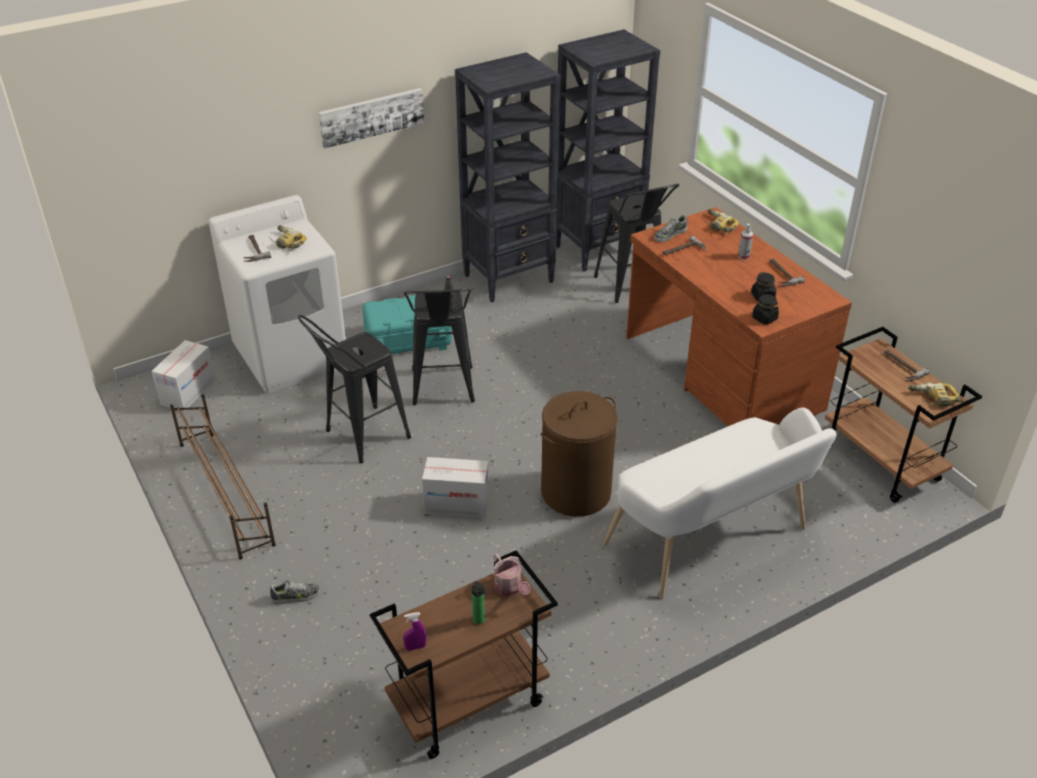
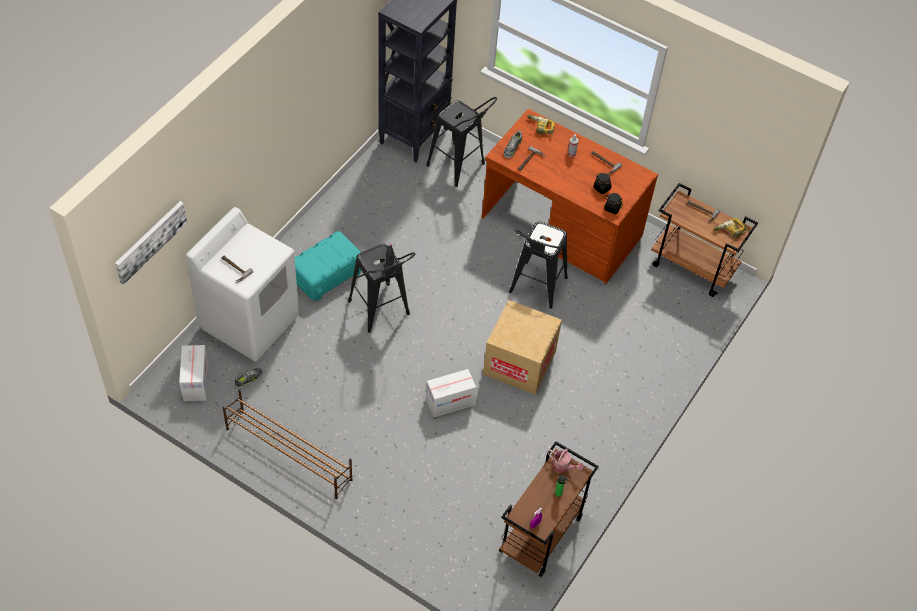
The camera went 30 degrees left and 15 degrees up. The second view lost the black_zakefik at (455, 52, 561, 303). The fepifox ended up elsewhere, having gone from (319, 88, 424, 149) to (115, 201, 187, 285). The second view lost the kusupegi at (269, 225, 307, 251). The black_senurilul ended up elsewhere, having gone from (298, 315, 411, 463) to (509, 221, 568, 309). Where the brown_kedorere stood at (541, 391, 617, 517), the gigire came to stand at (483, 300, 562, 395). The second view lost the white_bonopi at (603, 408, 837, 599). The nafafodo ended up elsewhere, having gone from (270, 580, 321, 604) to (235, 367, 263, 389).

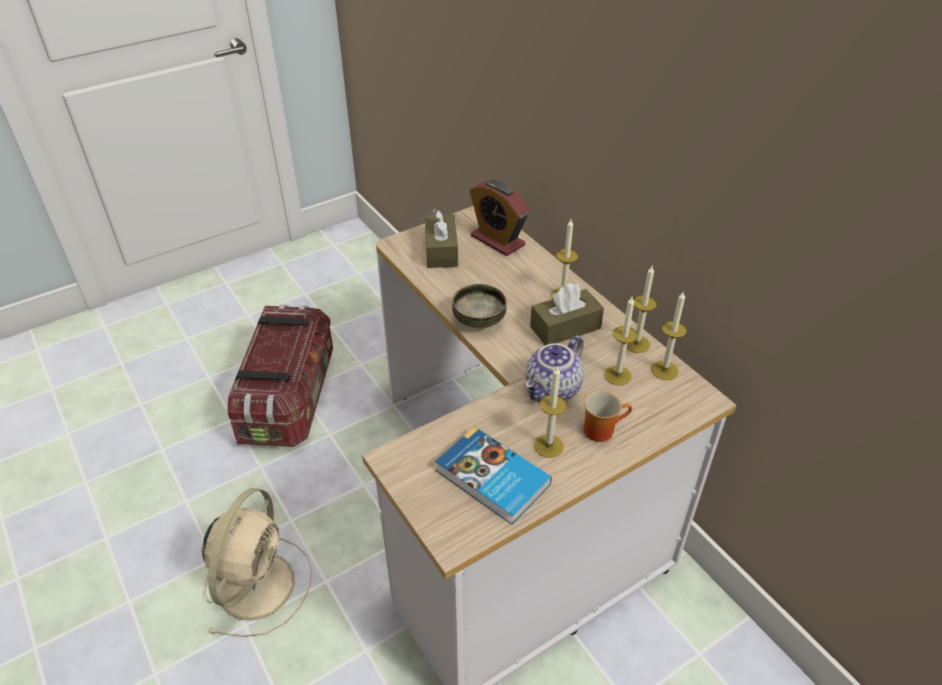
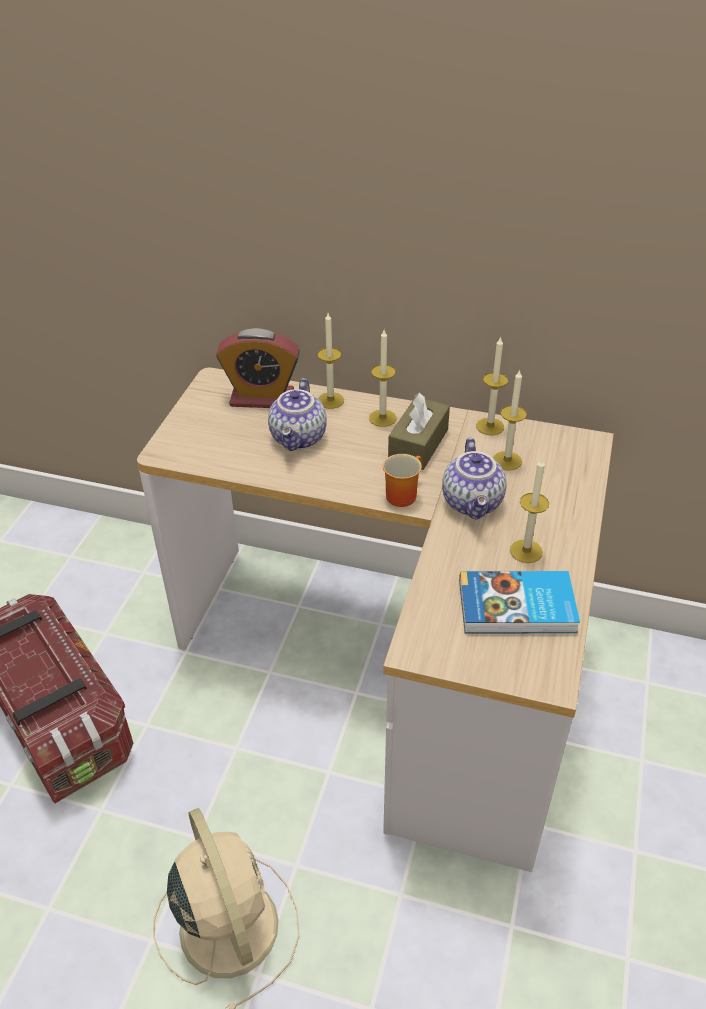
The camera went 40 degrees left and 0 degrees up. The second view lost the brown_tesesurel at (425, 209, 458, 268). The second view lost the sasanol at (452, 284, 507, 328). The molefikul ended up elsewhere, having gone from (651, 291, 687, 380) to (317, 313, 344, 409). The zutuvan ended up elsewhere, having gone from (584, 391, 632, 442) to (383, 454, 422, 507). The second view gained the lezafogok at (268, 378, 327, 451).

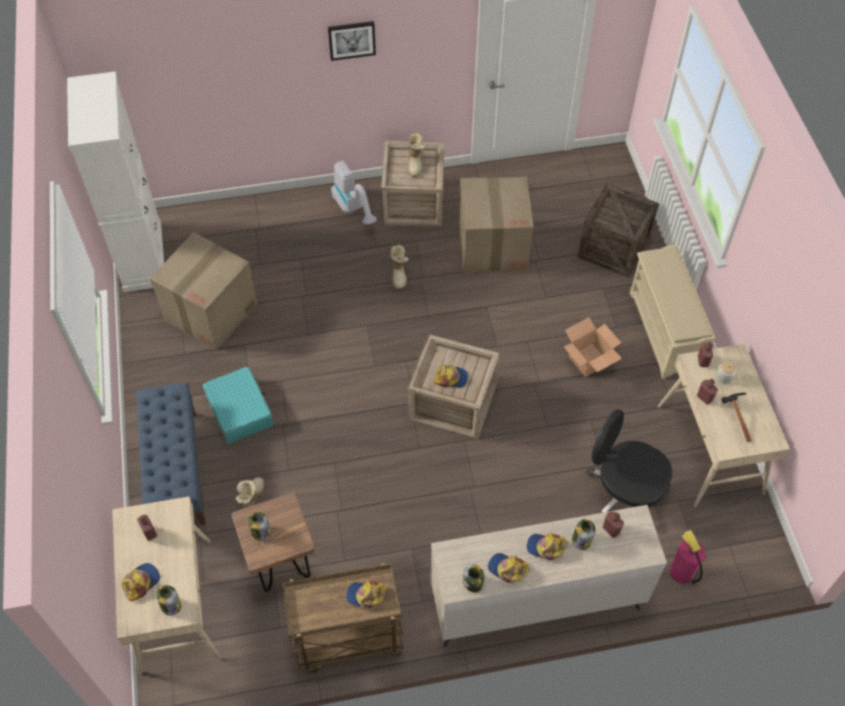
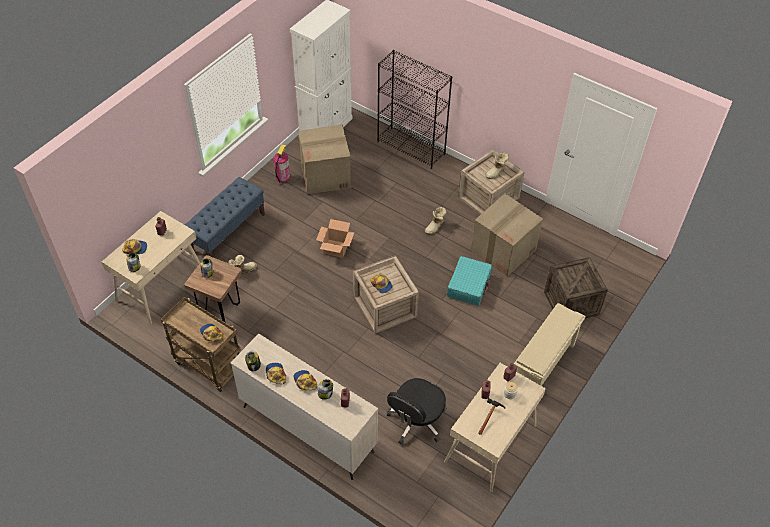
The camera went 45 degrees right and 5 degrees down. The second view lost the fepifox at (328, 21, 376, 61). The second view lost the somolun at (331, 161, 377, 224). The gigire ended up elsewhere, having gone from (564, 317, 622, 377) to (316, 219, 355, 258). The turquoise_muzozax ended up elsewhere, having gone from (203, 366, 274, 444) to (447, 256, 492, 306). The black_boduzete at (586, 409, 672, 514) ended up facing another way, 135 degrees counterclockwise from before. The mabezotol ended up elsewhere, having gone from (670, 530, 706, 585) to (273, 144, 290, 183). The second view gained the black_zakefik at (377, 50, 452, 169).

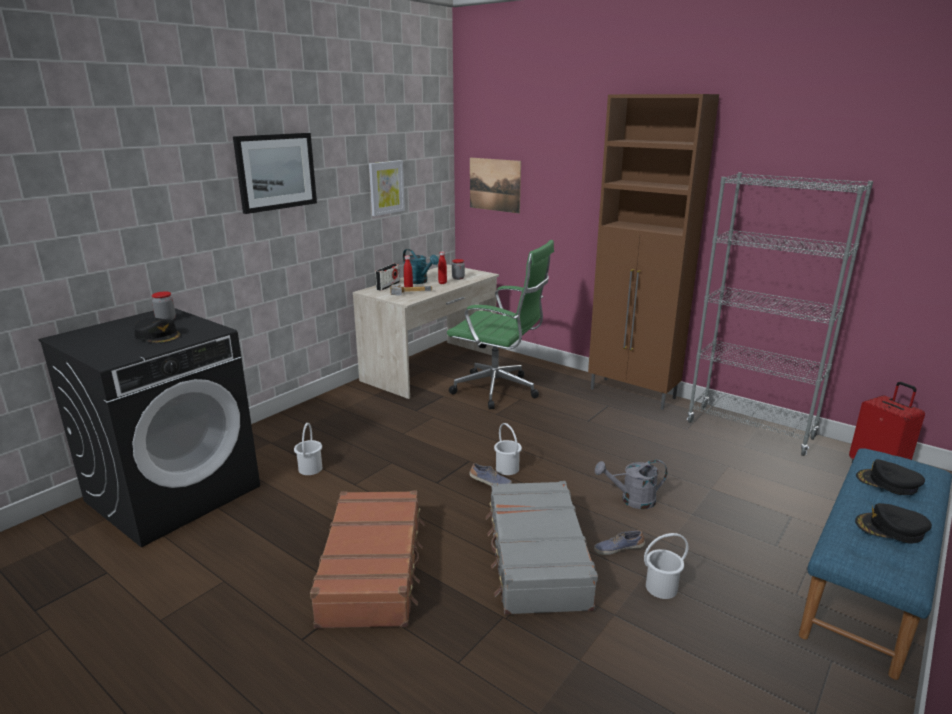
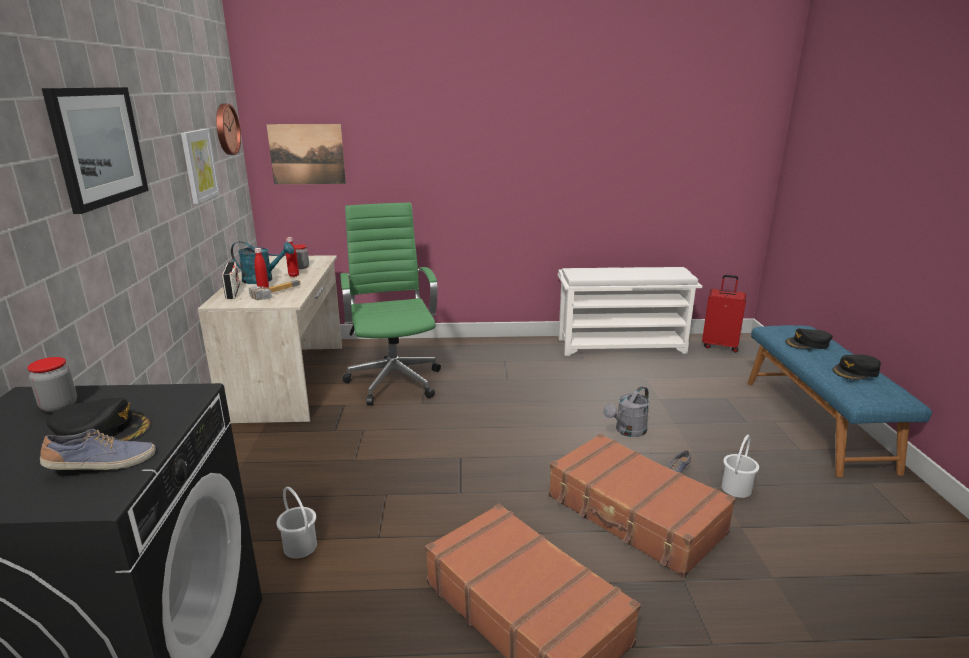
The camera went 40 degrees left and 0 degrees up. The second view lost the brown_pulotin at (588, 94, 719, 410). Where the grey_zakefik stood at (687, 172, 873, 456), the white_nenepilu came to stand at (558, 267, 702, 356). The green_boduzete at (447, 240, 554, 409) ended up facing another way, 90 degrees counterclockwise from before. The second view lost the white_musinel at (494, 423, 522, 475). The nafafodo ended up elsewhere, having gone from (469, 463, 512, 486) to (40, 429, 156, 470). What was the grey_muzozax at (486, 481, 598, 615) turned into the brown_muzozax at (549, 433, 736, 577). The second view gained the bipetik at (216, 104, 241, 155).

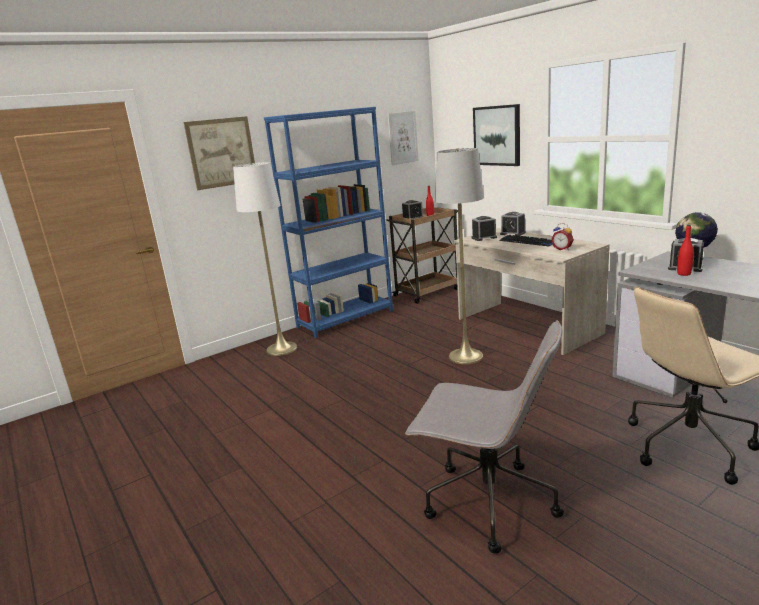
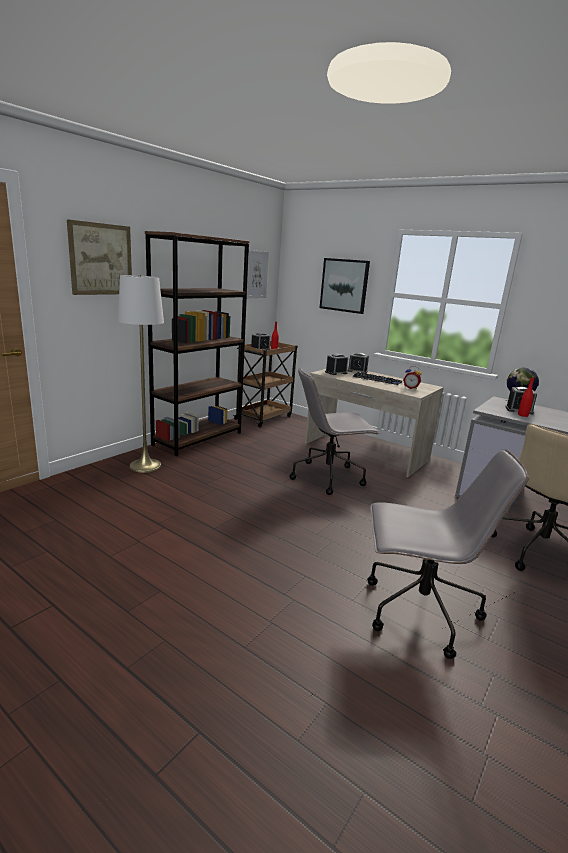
The camera went 20 degrees left and 0 degrees up. What was the blue_zakefik at (264, 107, 393, 338) turned into the brown_zakefik at (145, 231, 250, 456). Where the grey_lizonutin stood at (435, 148, 484, 364), the grey_boduzete came to stand at (290, 368, 380, 495).

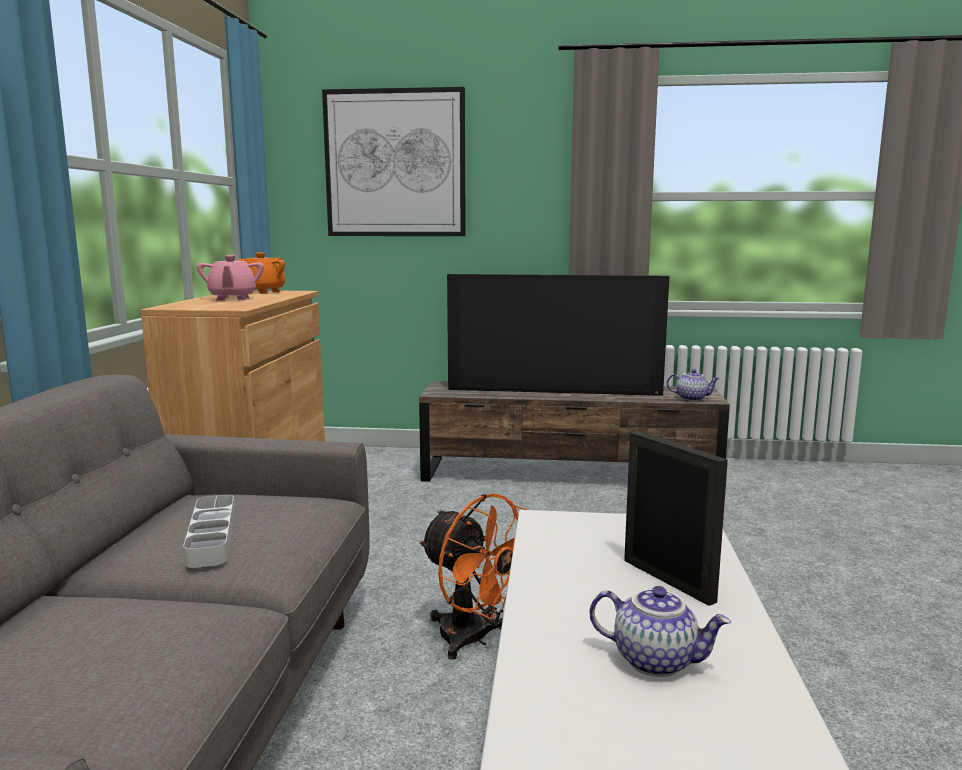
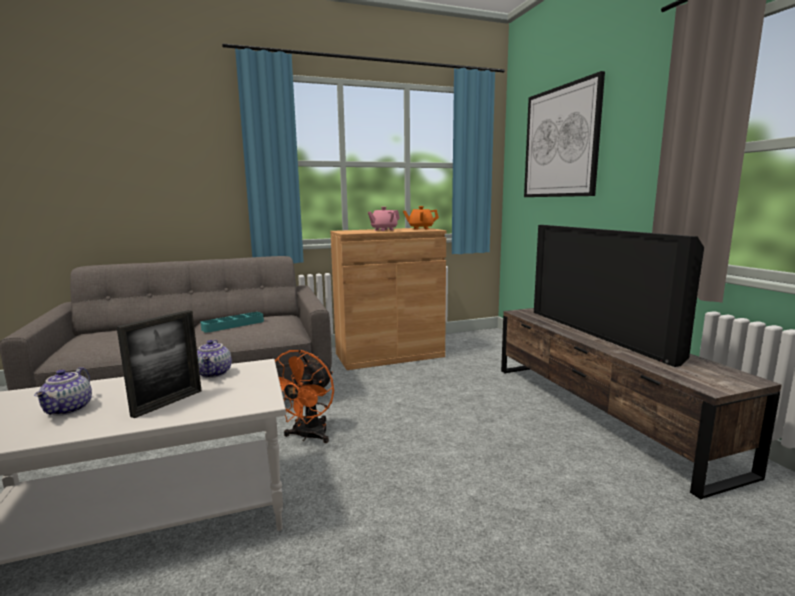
The camera went 65 degrees right and 0 degrees up. The lezafogok ended up elsewhere, having gone from (667, 369, 720, 401) to (197, 340, 232, 378). What was the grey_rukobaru at (183, 495, 235, 568) turned into the turquoise_rukobaru at (200, 312, 264, 332).

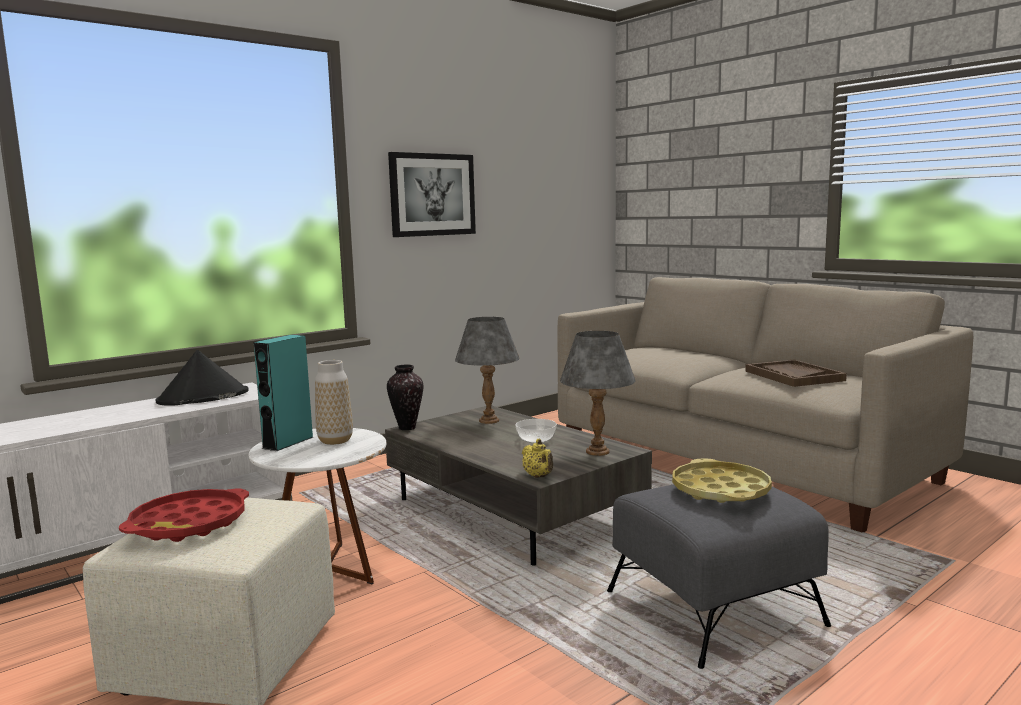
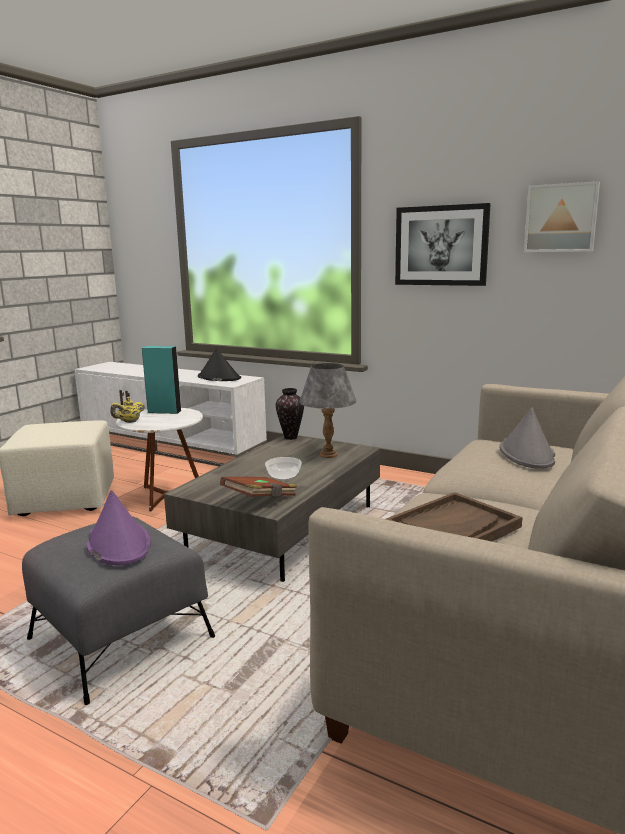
The camera went 70 degrees right and 5 degrees up. Where the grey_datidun stood at (560, 331, 636, 456), the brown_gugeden came to stand at (220, 477, 298, 497). The second view lost the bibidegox at (315, 360, 353, 445). The yellow_lezafogok ended up elsewhere, having gone from (522, 439, 553, 478) to (110, 397, 145, 423). Where the yellow_rukobaru stood at (672, 458, 772, 503), the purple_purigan came to stand at (86, 490, 151, 566). The second view lost the red_rukobaru at (119, 488, 249, 542). The second view gained the fepifox at (524, 181, 600, 252). The second view gained the grey_purigan at (499, 407, 555, 469).

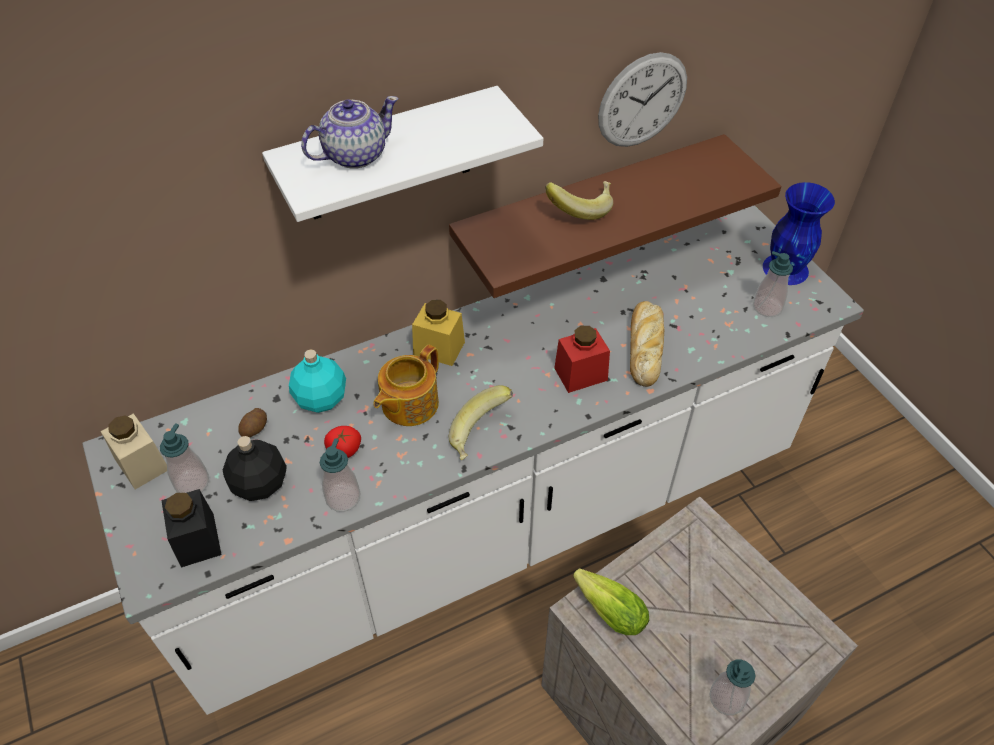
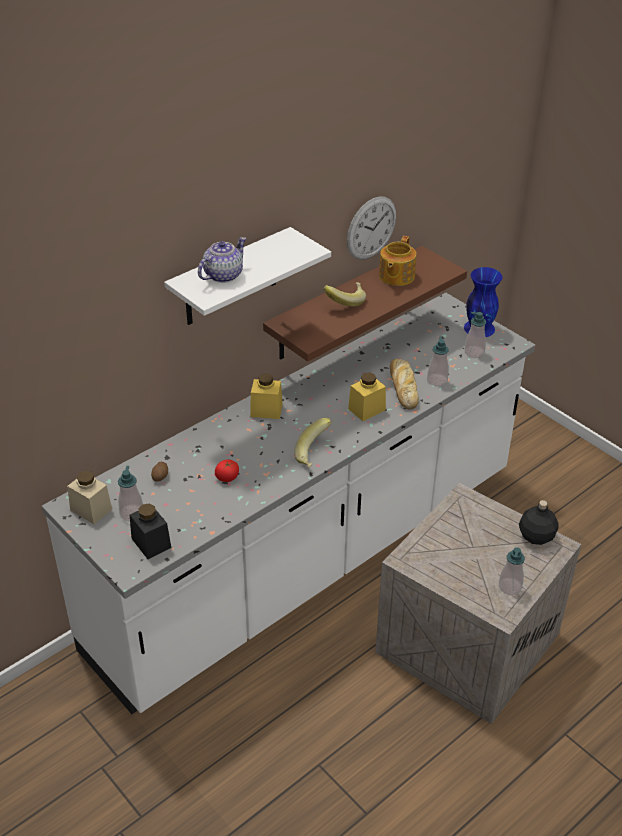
The camera went 15 degrees left and 10 degrees down. What was the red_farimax at (554, 326, 610, 393) turned into the yellow_farimax at (348, 372, 386, 421). The lezafogok ended up elsewhere, having gone from (373, 345, 439, 426) to (379, 236, 416, 286). The second view lost the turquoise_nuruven at (289, 349, 346, 413). The black_nuruven ended up elsewhere, having gone from (223, 436, 287, 501) to (519, 500, 559, 545). The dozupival ended up elsewhere, having gone from (320, 439, 361, 512) to (427, 336, 449, 387). The second view lost the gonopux at (573, 568, 649, 635).

